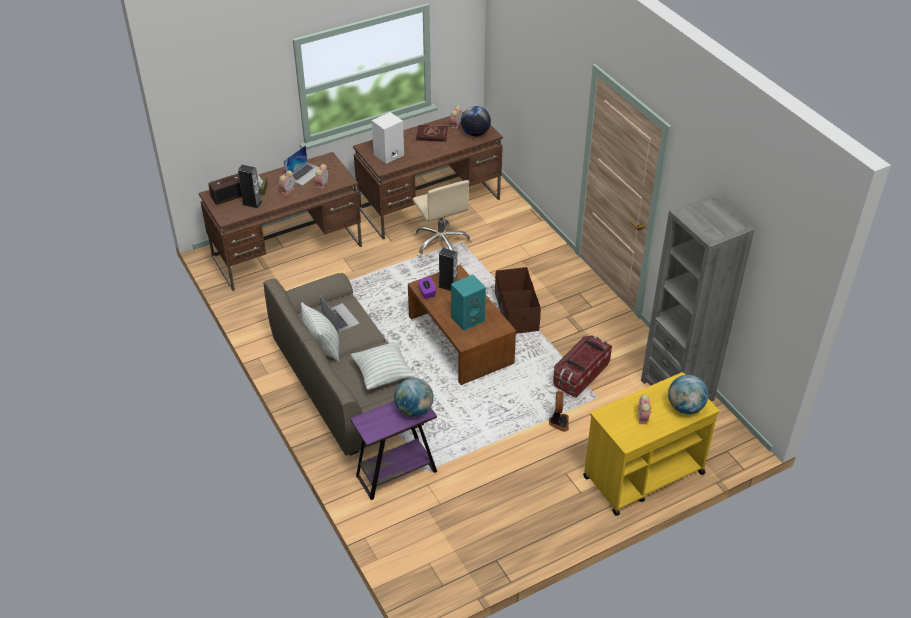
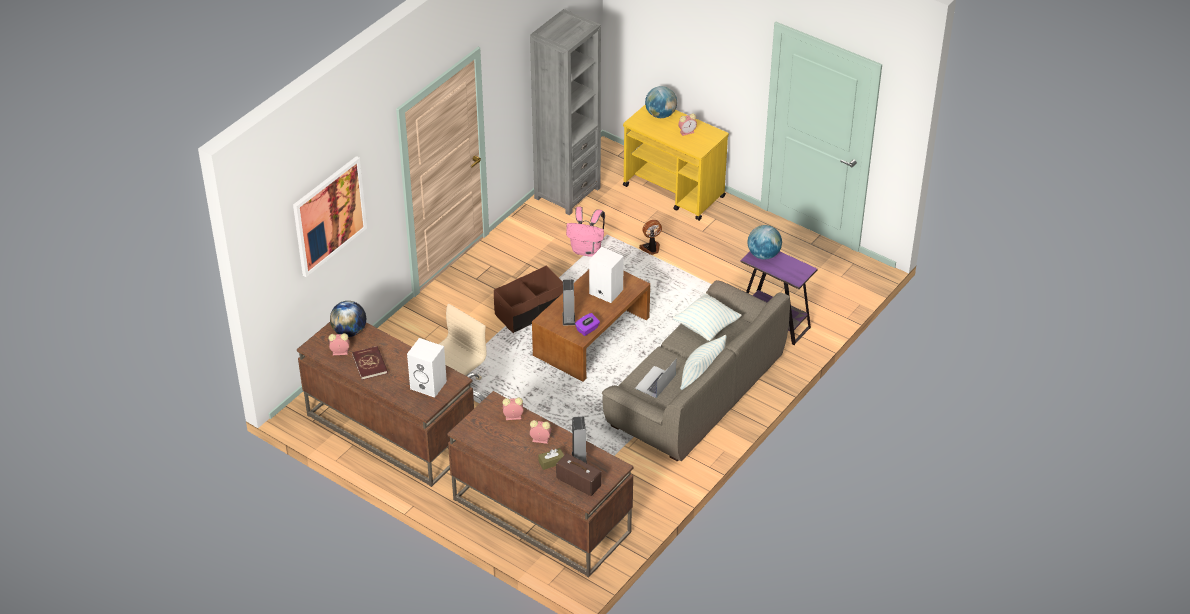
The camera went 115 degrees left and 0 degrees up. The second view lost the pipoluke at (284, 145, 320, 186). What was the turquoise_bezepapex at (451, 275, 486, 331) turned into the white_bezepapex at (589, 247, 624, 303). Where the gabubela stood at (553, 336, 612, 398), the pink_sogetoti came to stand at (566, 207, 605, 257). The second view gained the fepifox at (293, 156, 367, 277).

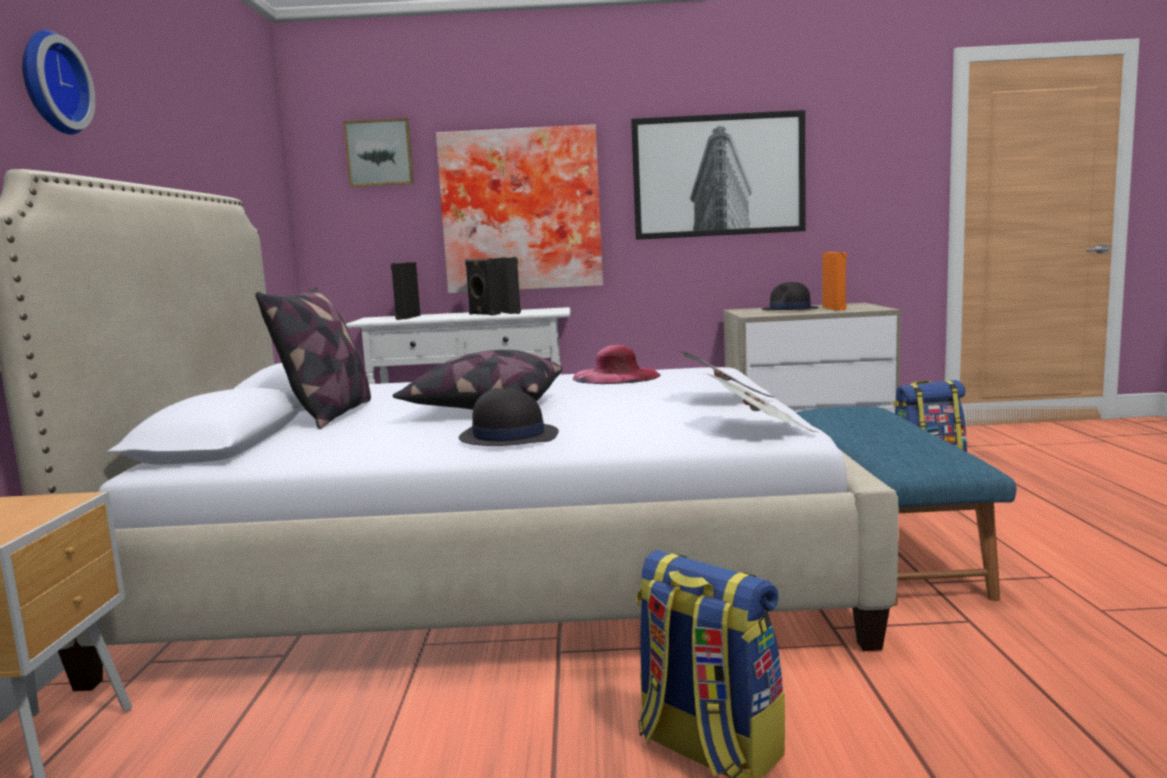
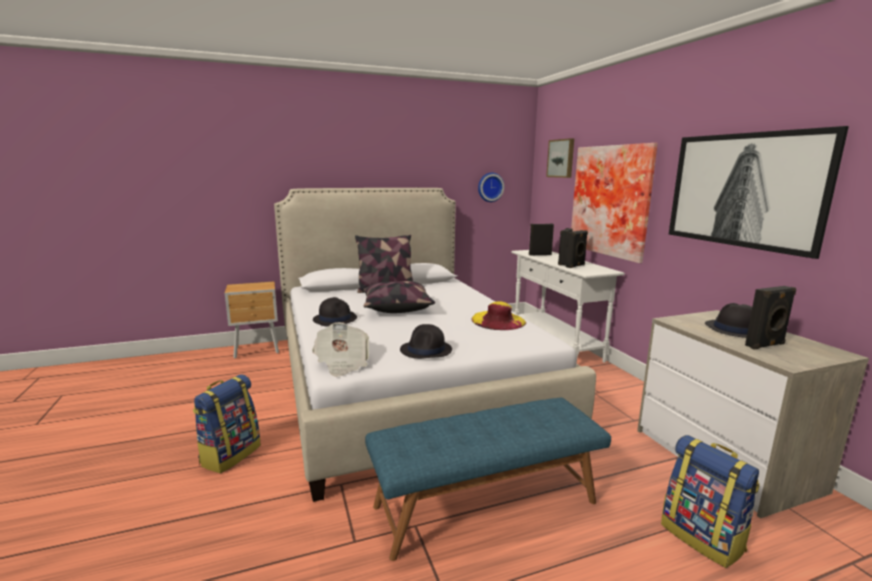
The camera went 70 degrees right and 5 degrees up. The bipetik ended up elsewhere, having gone from (22, 30, 95, 135) to (478, 173, 504, 202). What was the orange_bezepapex at (822, 252, 847, 311) turned into the black_bezepapex at (745, 286, 796, 350). What was the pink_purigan at (573, 345, 661, 384) turned into the yellow_purigan at (471, 301, 526, 330). Where the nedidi stood at (679, 351, 773, 397), the black_purigan came to stand at (400, 324, 452, 359).

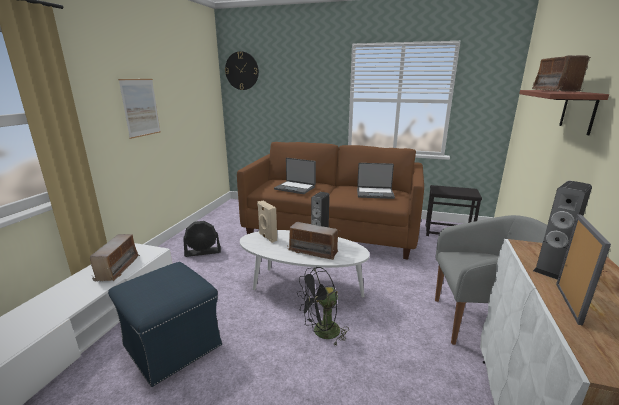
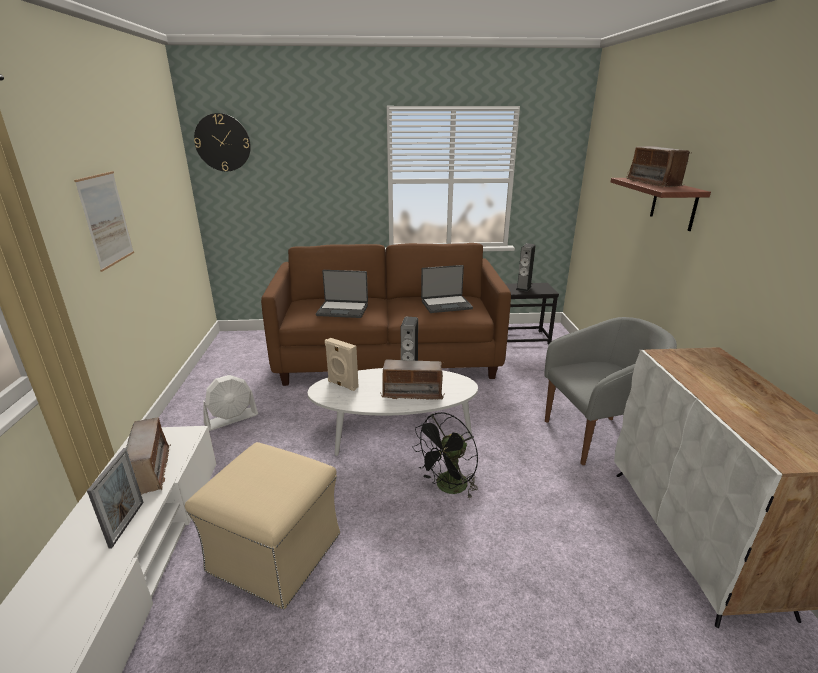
The camera went 20 degrees left and 5 degrees up. The bezepapex ended up elsewhere, having gone from (533, 181, 592, 280) to (516, 243, 536, 292). The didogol ended up elsewhere, having gone from (556, 214, 611, 326) to (87, 448, 144, 548). What was the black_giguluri at (183, 221, 221, 257) turned into the white_giguluri at (203, 375, 258, 431). What was the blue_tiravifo at (108, 262, 222, 387) turned into the beige_tiravifo at (185, 442, 340, 609).

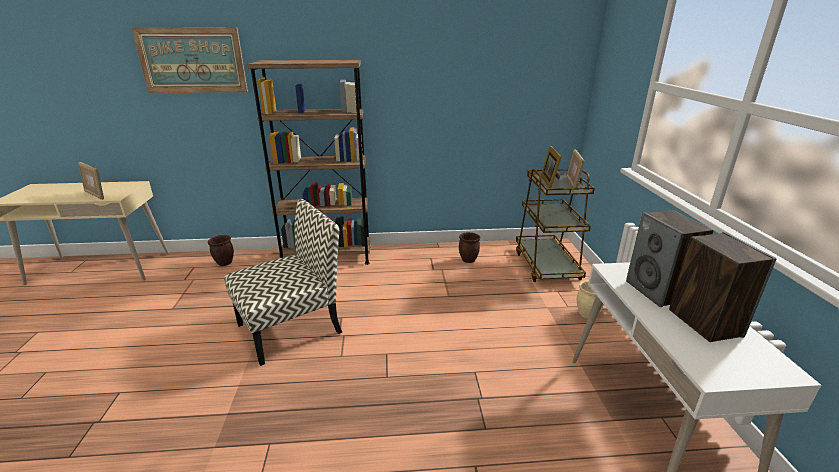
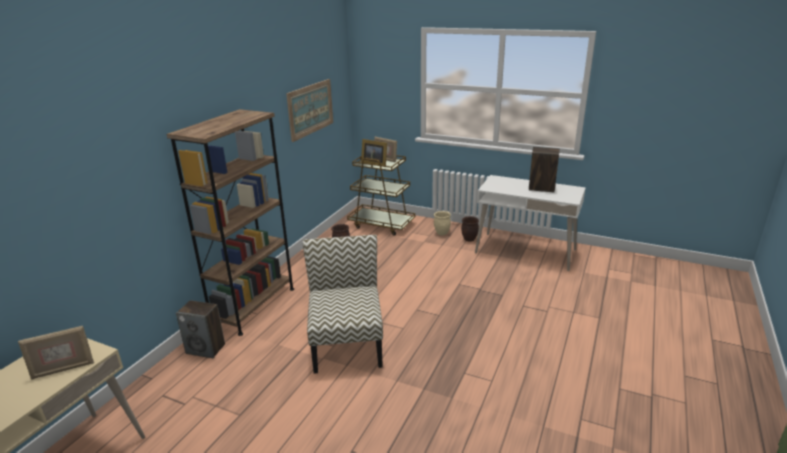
The camera went 60 degrees left and 0 degrees up. The fepifox ended up elsewhere, having gone from (131, 27, 248, 93) to (286, 79, 333, 142). The bezepapex ended up elsewhere, having gone from (626, 210, 713, 307) to (176, 300, 225, 358). The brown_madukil ended up elsewhere, having gone from (208, 235, 234, 266) to (461, 216, 479, 242).

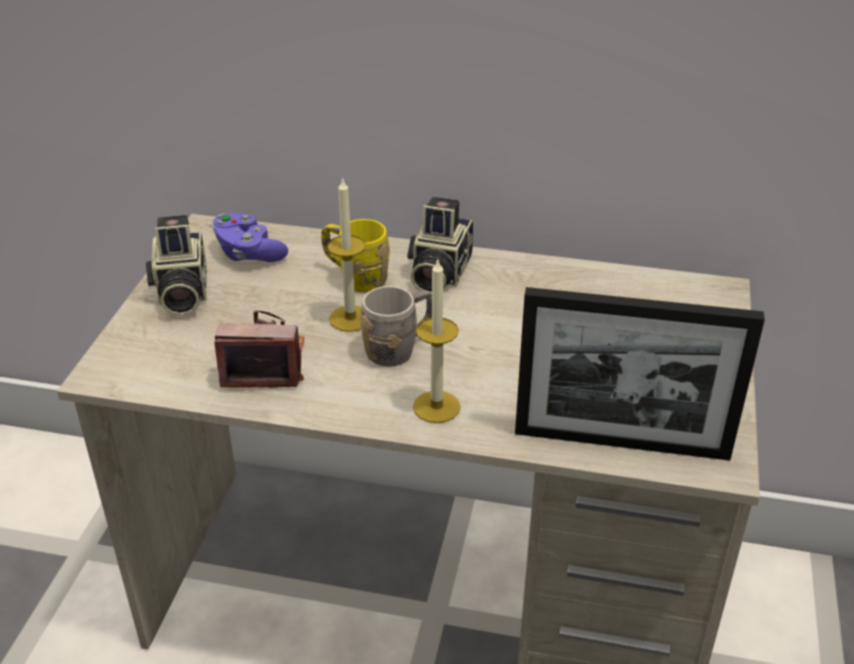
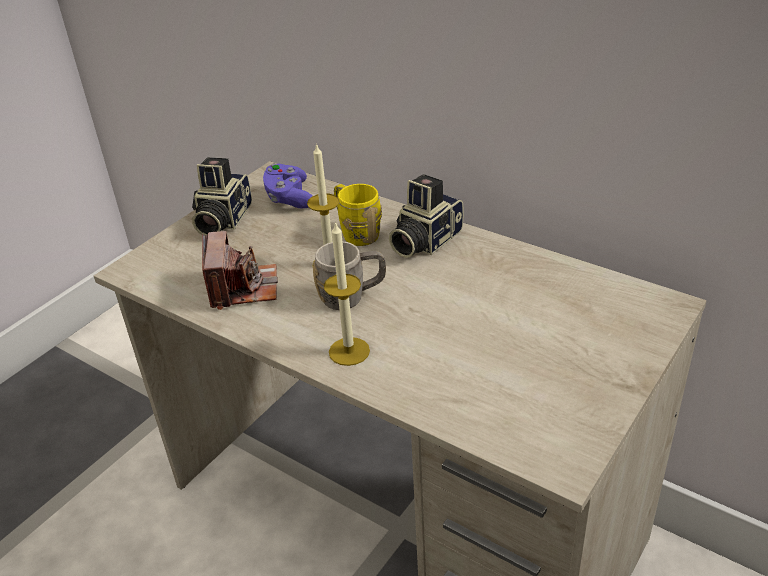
The camera went 25 degrees right and 0 degrees up. The second view lost the didogol at (515, 287, 765, 461). The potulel at (215, 310, 304, 388) ended up facing another way, 60 degrees clockwise from before.

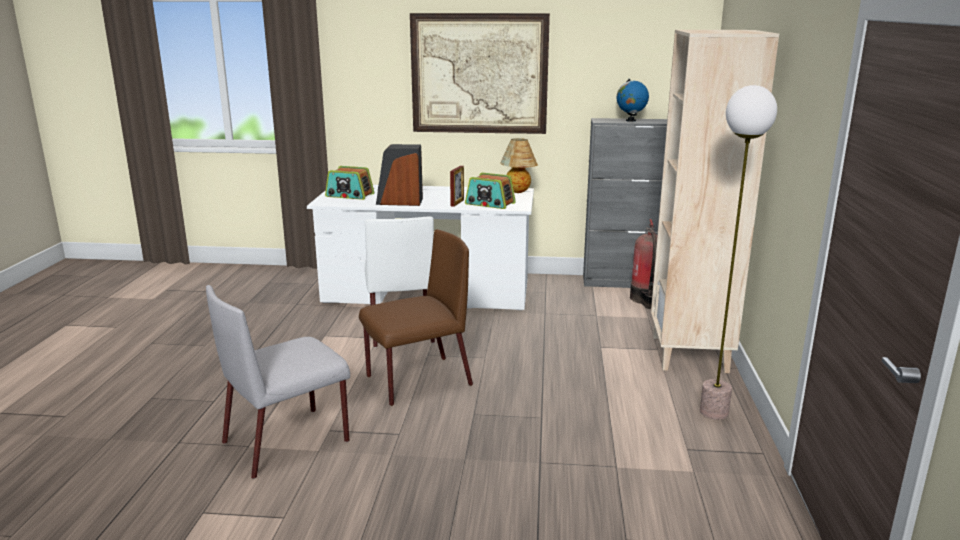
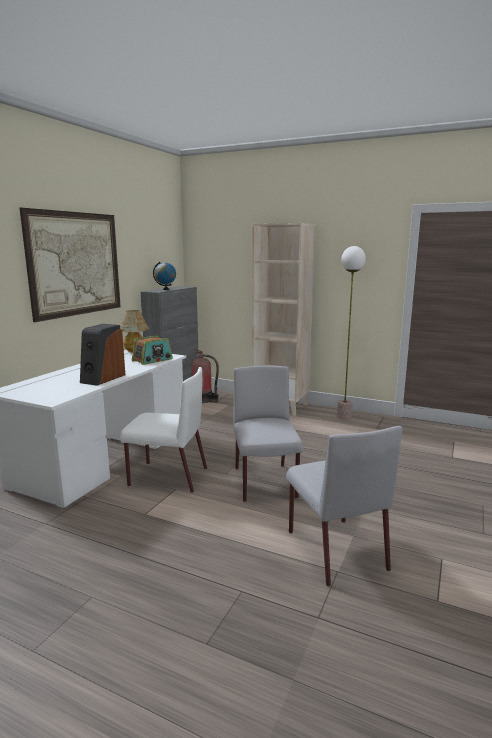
The camera went 70 degrees left and 5 degrees down. The second view lost the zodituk at (325, 166, 374, 200). The second view lost the didogol at (450, 166, 464, 207). What was the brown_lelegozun at (359, 229, 473, 406) turned into the grey_lelegozun at (233, 366, 303, 502).

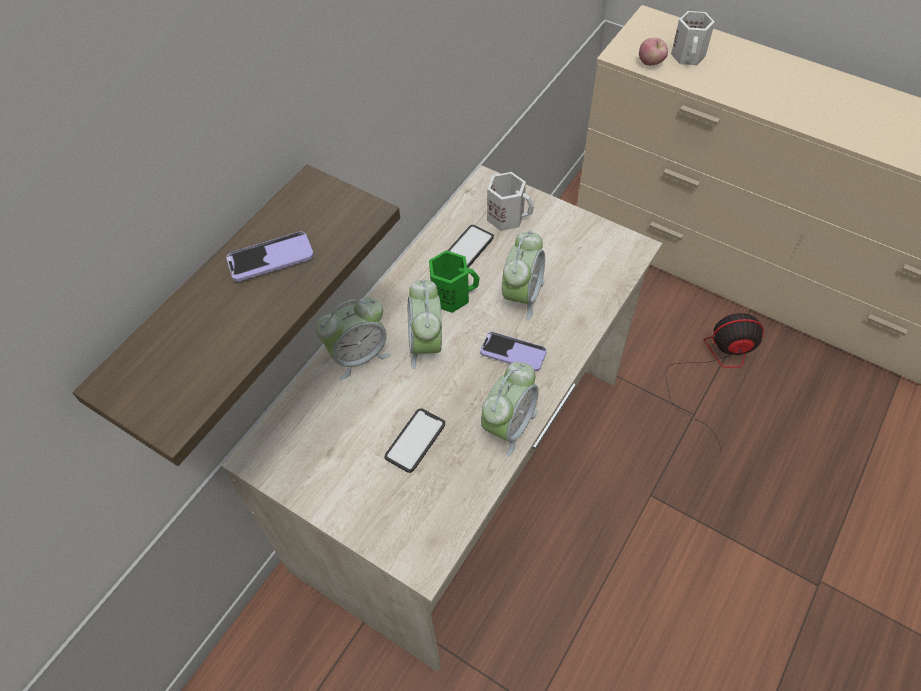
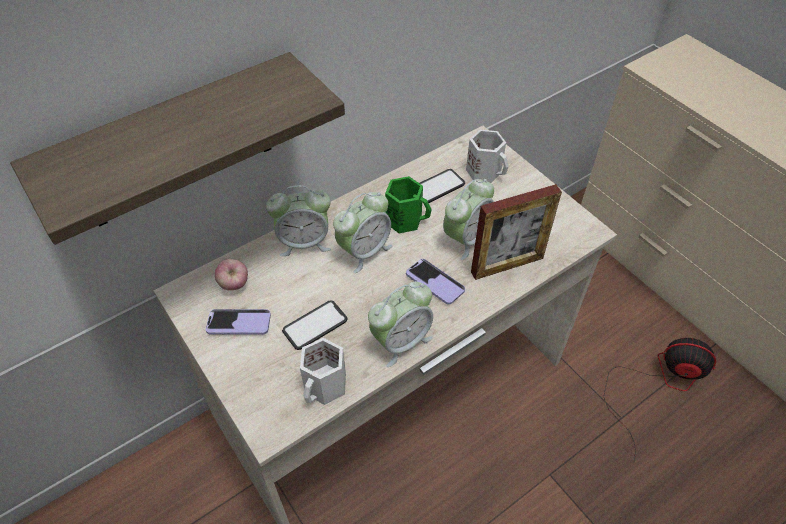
The camera went 20 degrees right and 5 degrees down. The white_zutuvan ended up elsewhere, having gone from (671, 11, 715, 65) to (300, 338, 346, 405). The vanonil ended up elsewhere, having gone from (639, 37, 668, 66) to (215, 259, 248, 290). The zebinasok ended up elsewhere, having gone from (226, 232, 314, 282) to (205, 309, 271, 335). The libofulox at (408, 279, 442, 369) ended up facing another way, 150 degrees counterclockwise from before. The second view gained the didogol at (471, 184, 562, 280).

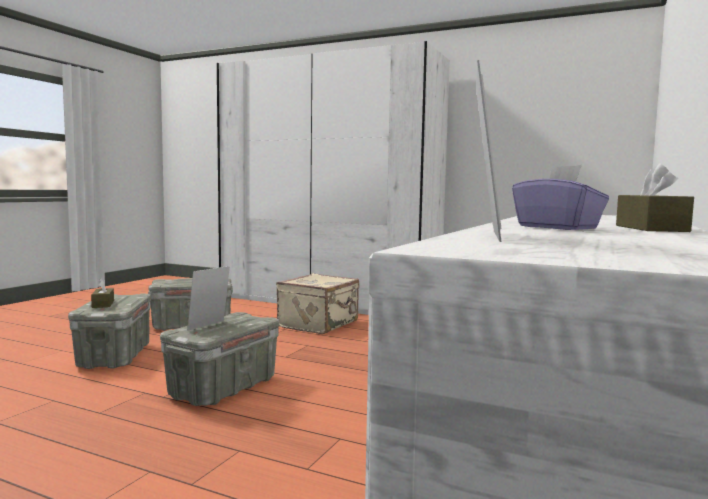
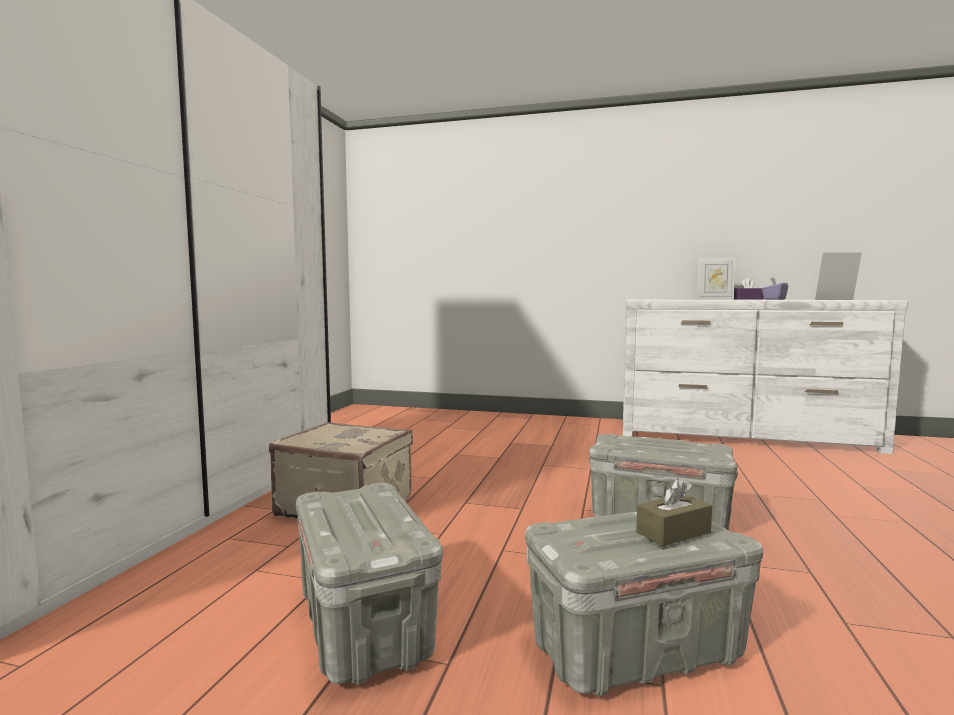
The camera went 100 degrees left and 0 degrees up. What was the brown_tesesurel at (616, 163, 694, 232) turned into the purple_tesesurel at (734, 278, 764, 300). The didogol ended up elsewhere, having gone from (187, 266, 230, 331) to (697, 257, 736, 300).

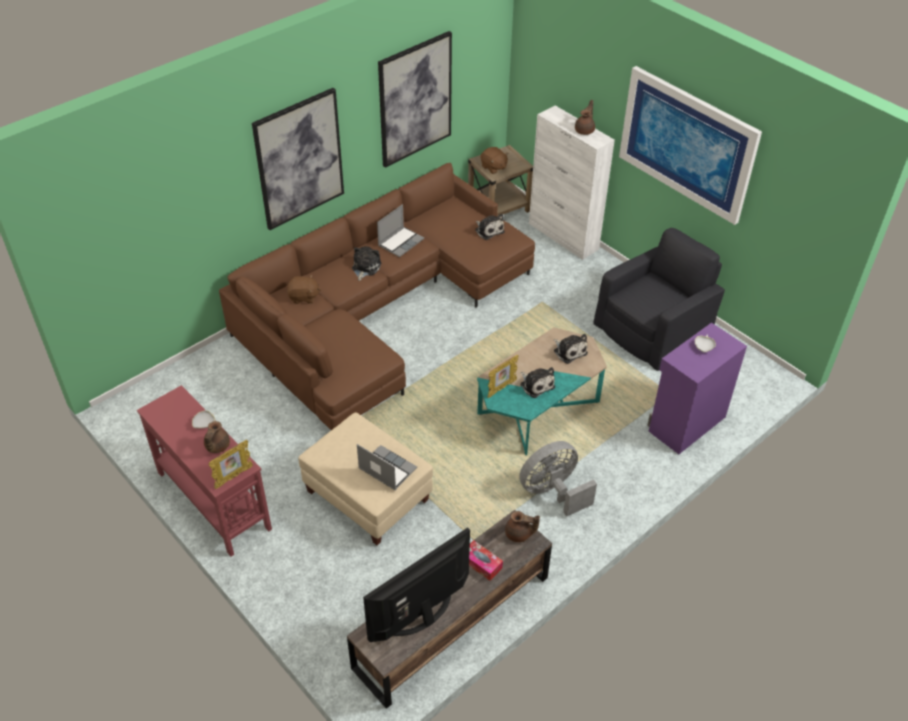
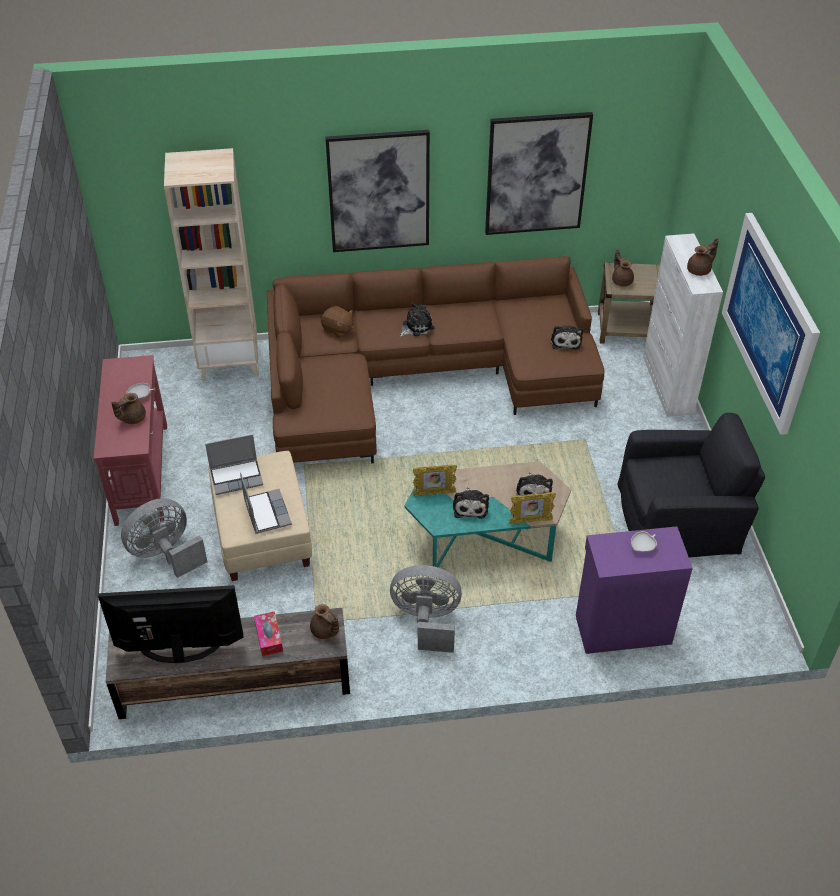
The camera went 35 degrees right and 0 degrees up. Where the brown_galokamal stood at (481, 147, 508, 174), the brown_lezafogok came to stand at (612, 249, 634, 287). The pipoluke ended up elsewhere, having gone from (377, 204, 424, 257) to (205, 434, 263, 495). The didogol ended up elsewhere, having gone from (209, 440, 253, 489) to (509, 492, 556, 524). The second view gained the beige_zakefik at (164, 148, 259, 381). The second view gained the grey_giguluri at (121, 498, 207, 578).

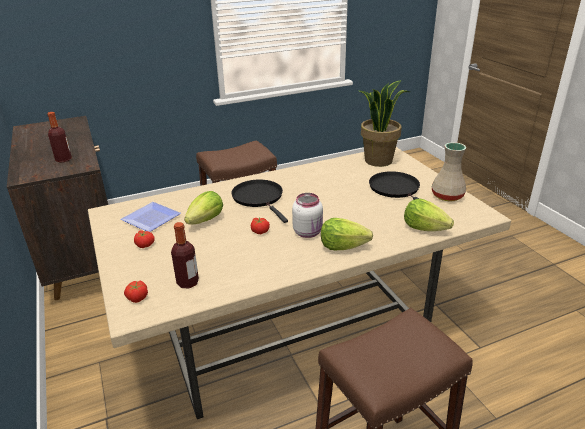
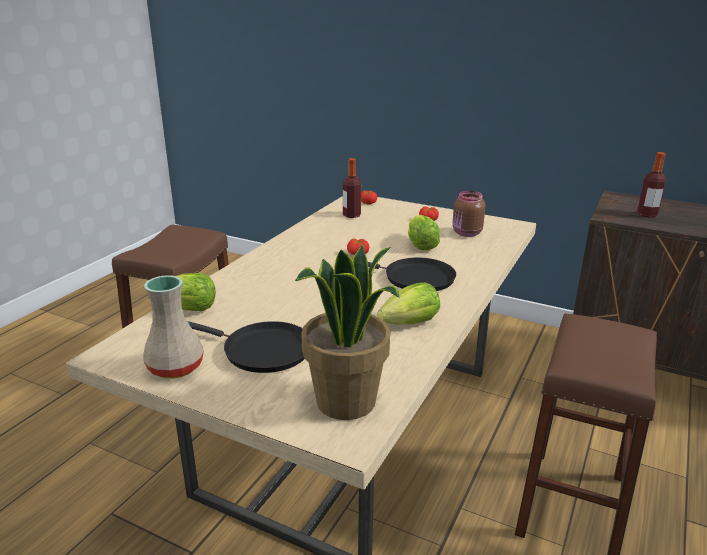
The camera went 140 degrees right and 5 degrees down. The second view lost the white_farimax at (292, 193, 323, 238). Where the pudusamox stood at (120, 202, 181, 232), the brown_farimax came to stand at (452, 191, 485, 237). The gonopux ended up elsewhere, having gone from (321, 218, 373, 250) to (378, 283, 440, 325).

